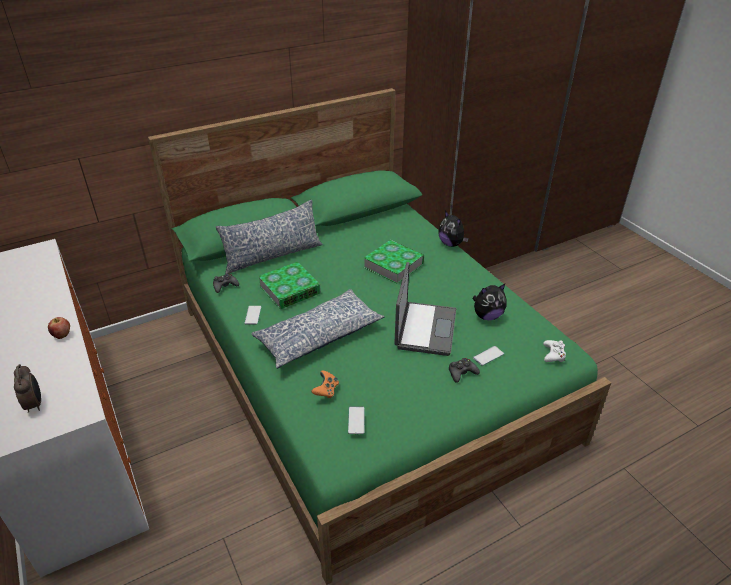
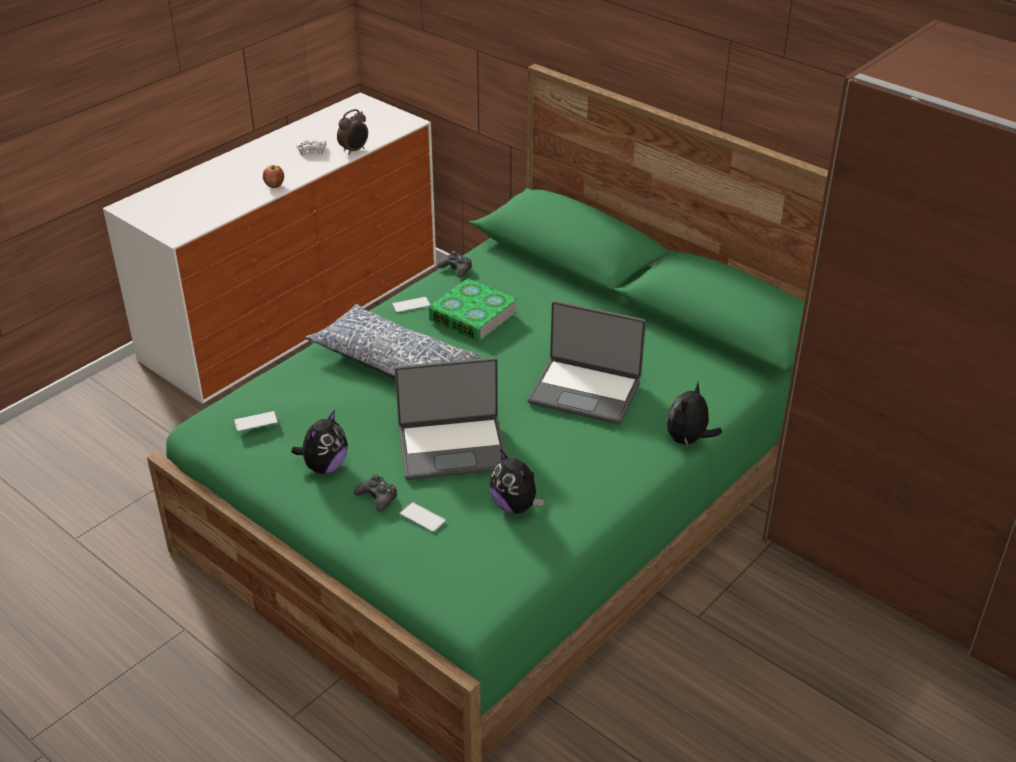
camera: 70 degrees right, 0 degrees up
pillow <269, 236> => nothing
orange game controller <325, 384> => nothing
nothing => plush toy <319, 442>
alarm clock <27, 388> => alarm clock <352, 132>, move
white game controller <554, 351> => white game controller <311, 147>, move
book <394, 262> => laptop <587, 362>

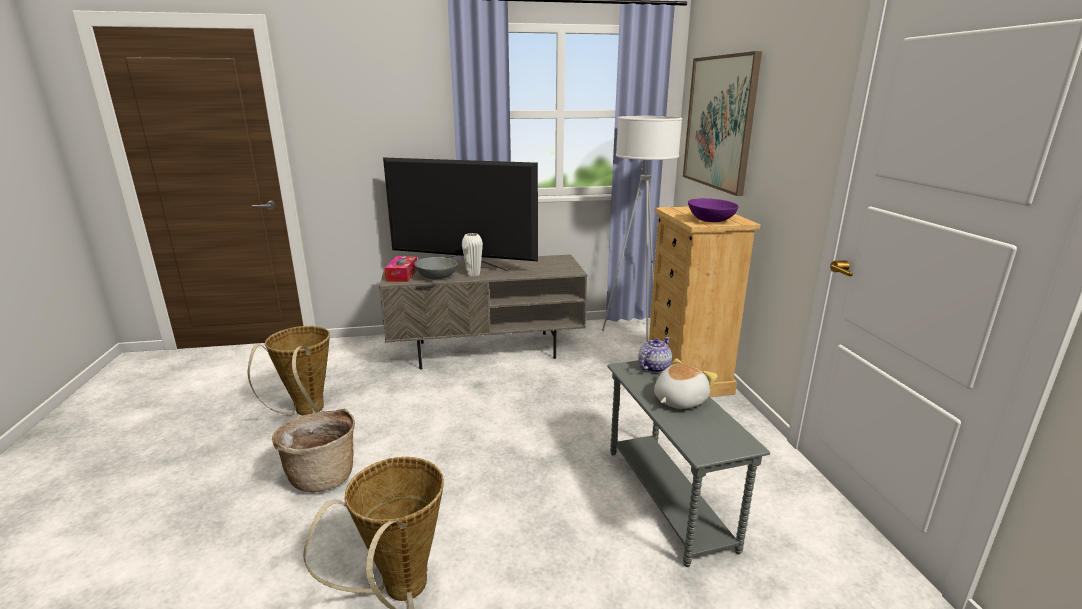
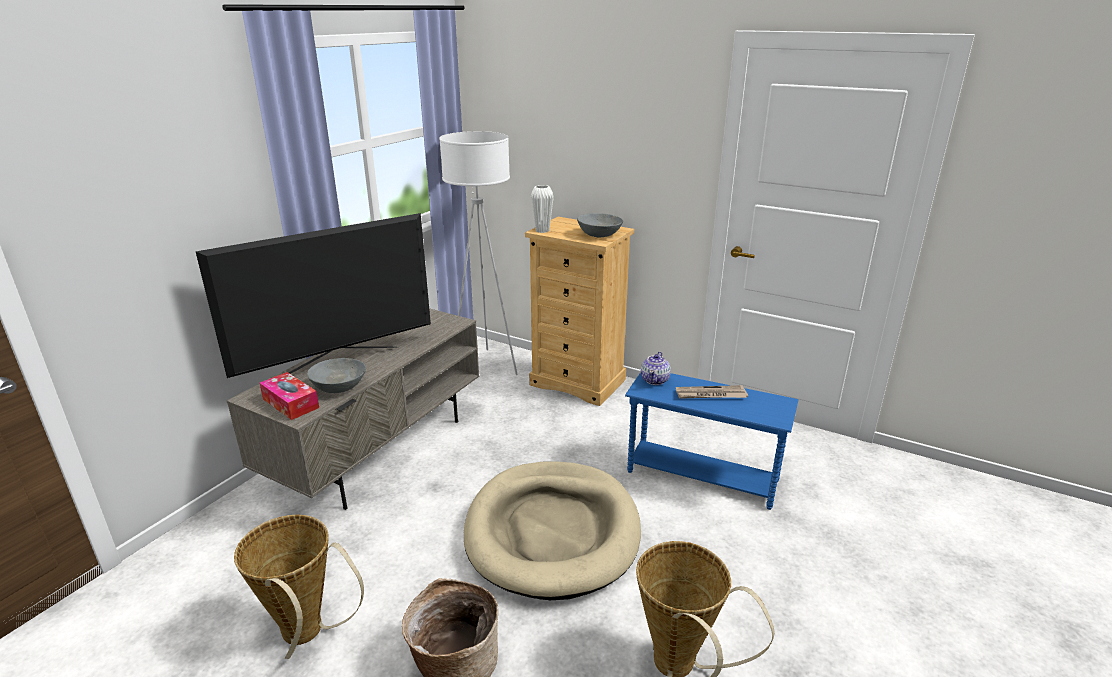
camera: 50 degrees left, 5 degrees up
picture <722, 123> => nothing
nothing => beige dog bed <552, 531>
white vase <472, 255> => white vase <542, 209>, move
plush toy <685, 383> => newspaper <712, 392>
grey side table <688, 463> => blue side table <711, 441>
purple bowl <713, 210> => grey bowl <600, 225>
teapot <655, 355> => teapot <656, 368>, 150 degrees counterclockwise

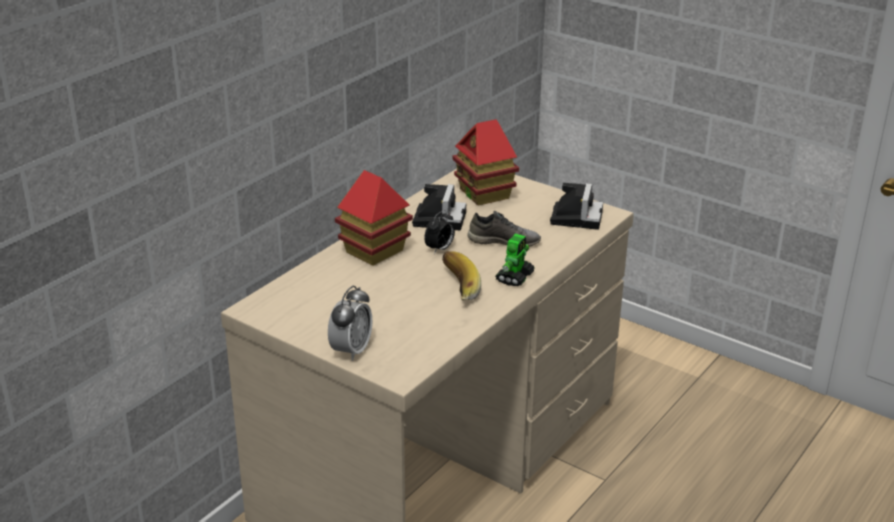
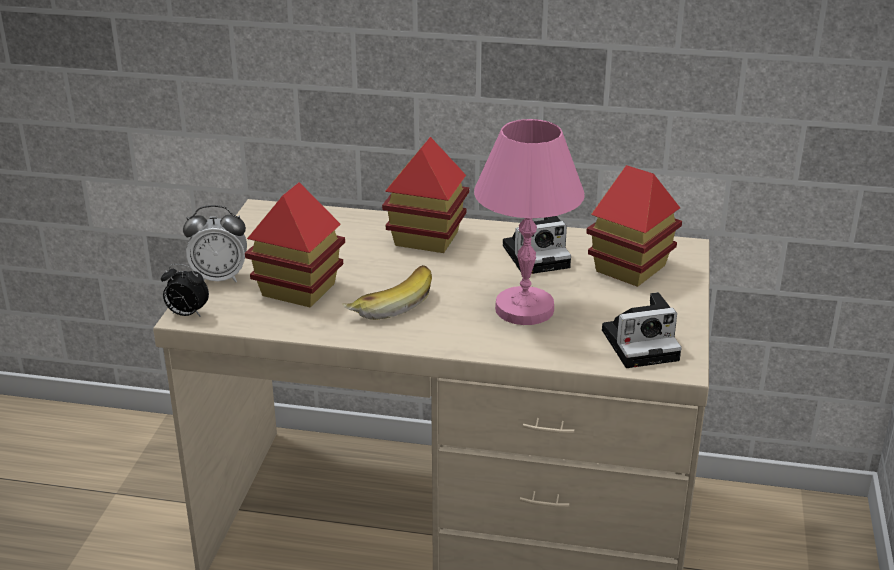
camera: 65 degrees right, 0 degrees up
toy robot <515, 260> => nothing
nothing => toy house <295, 244>
alarm clock <439, 232> => alarm clock <185, 290>, move
grey shoe <504, 229> => pink table lamp <529, 222>

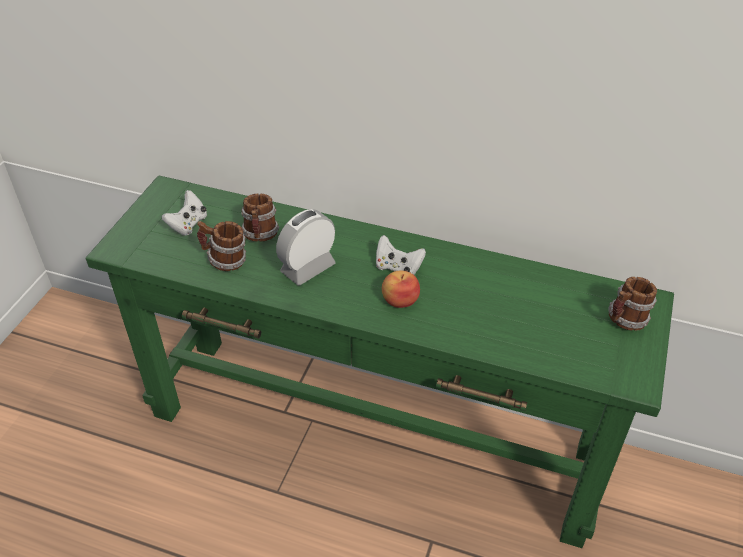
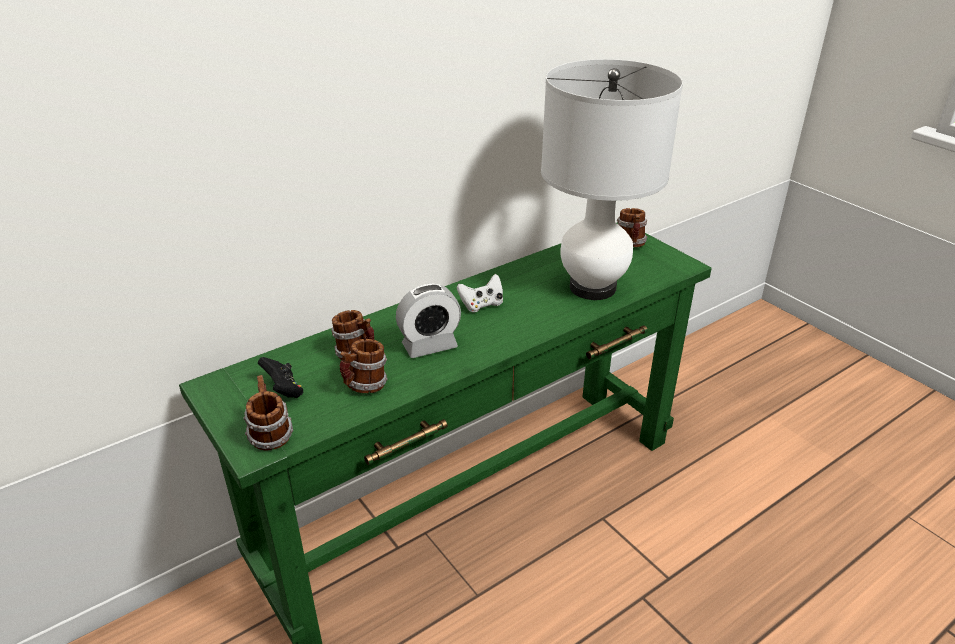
camera: 55 degrees left, 10 degrees down
apple <401, 289> => nothing
nothing => mug <268, 413>
nothing => white table lamp <612, 179>
white game controller <184, 213> => black game controller <280, 377>
alarm clock <306, 247> => alarm clock <428, 320>, 105 degrees counterclockwise

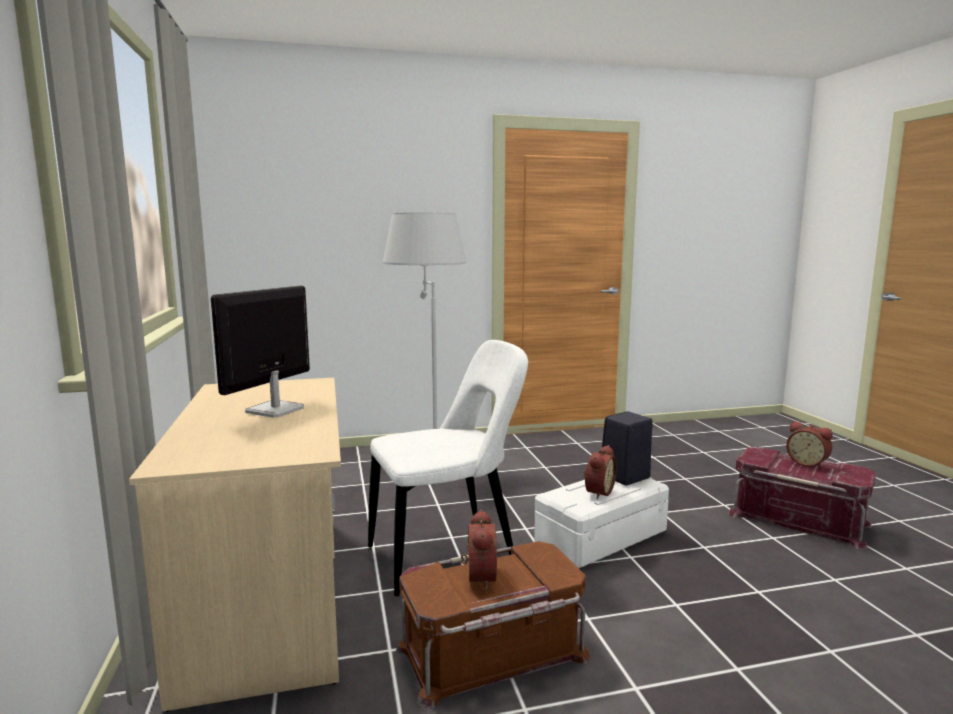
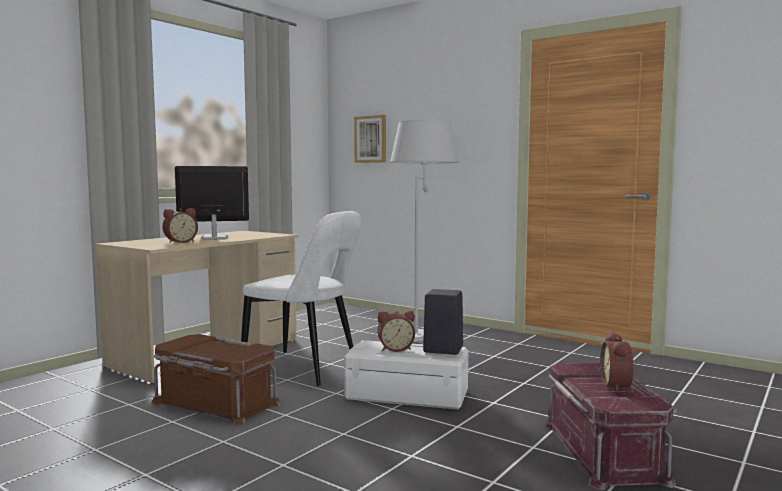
camera: 50 degrees right, 5 degrees down
nothing => picture <370, 139>
alarm clock <479, 550> => alarm clock <180, 225>, move

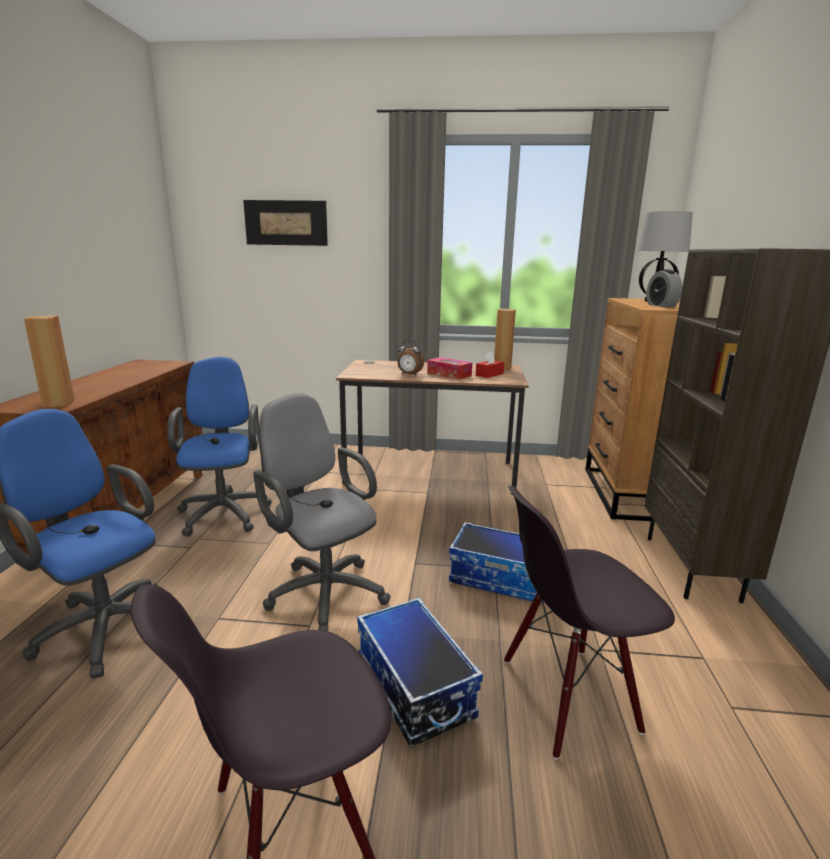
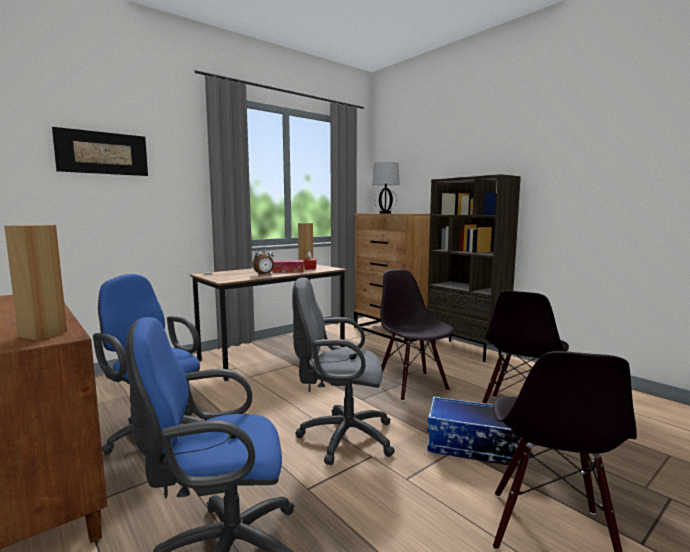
camera: 45 degrees left, 10 degrees down
alarm clock <664, 288> => nothing
storage box <495, 562> => black chair <417, 335>

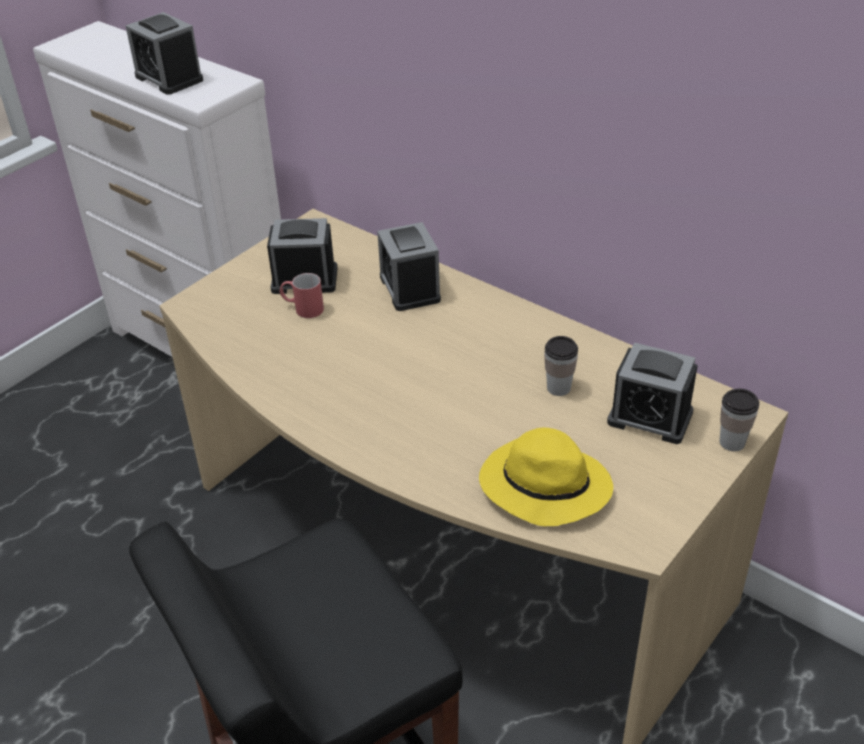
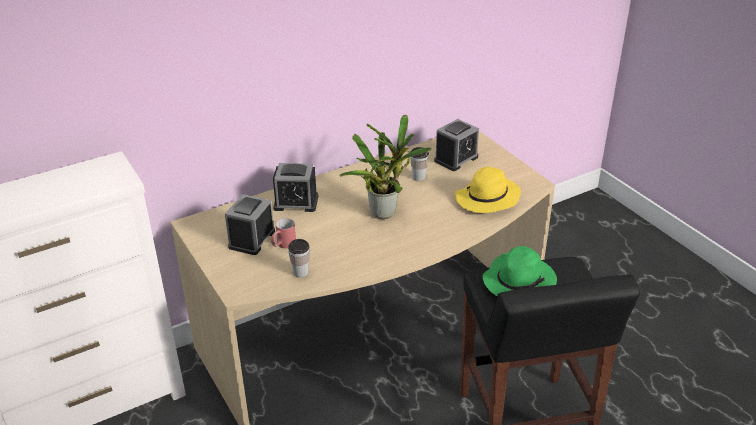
camera: 70 degrees left, 5 degrees down
alarm clock <164, 53> => nothing
nothing => potted plant <385, 167>
nothing => green hat <519, 271>
cup <739, 420> => cup <299, 258>, move

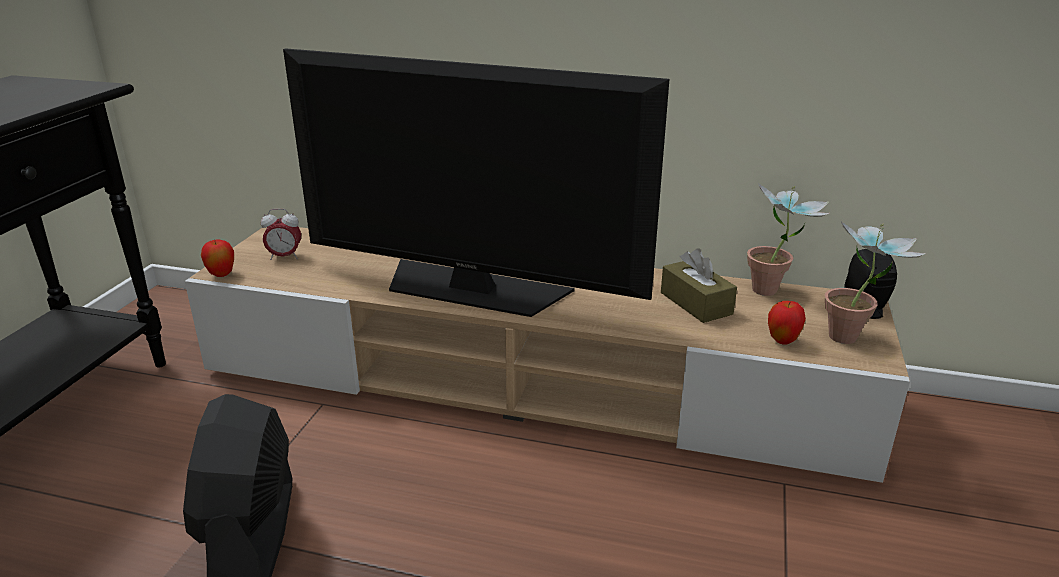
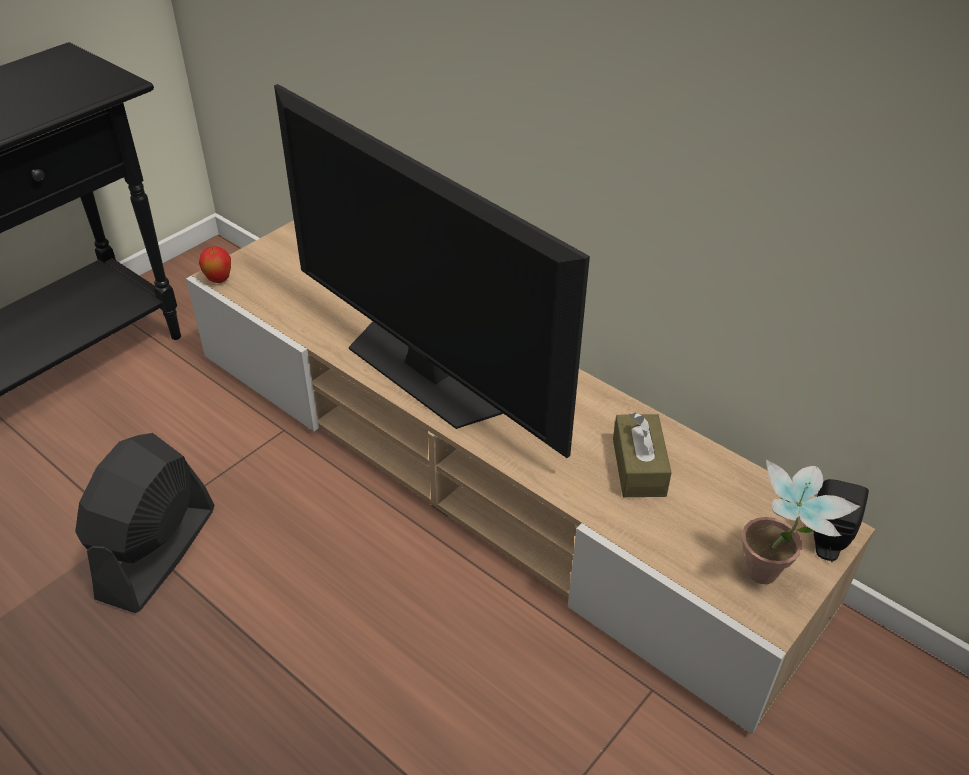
camera: 25 degrees right, 15 degrees up
alarm clock <281, 234> => nothing
potted plant <788, 239> => nothing
apple <787, 323> => nothing

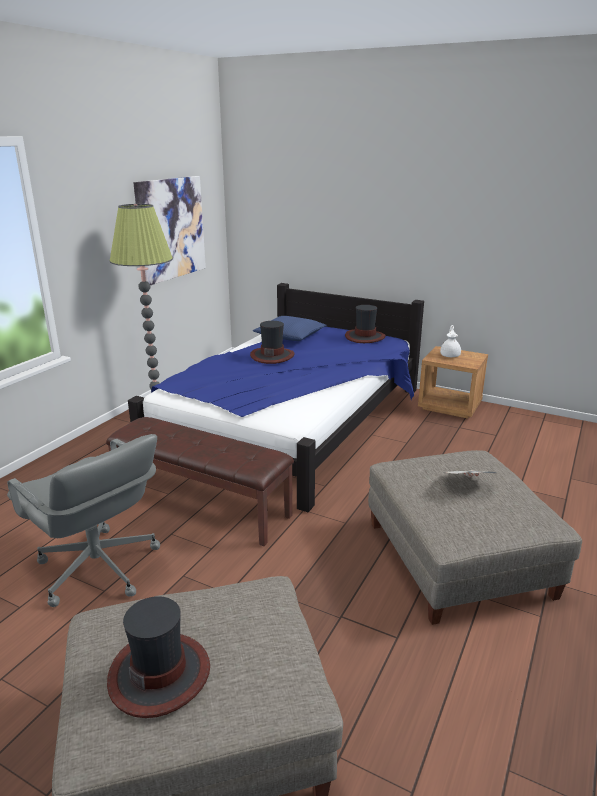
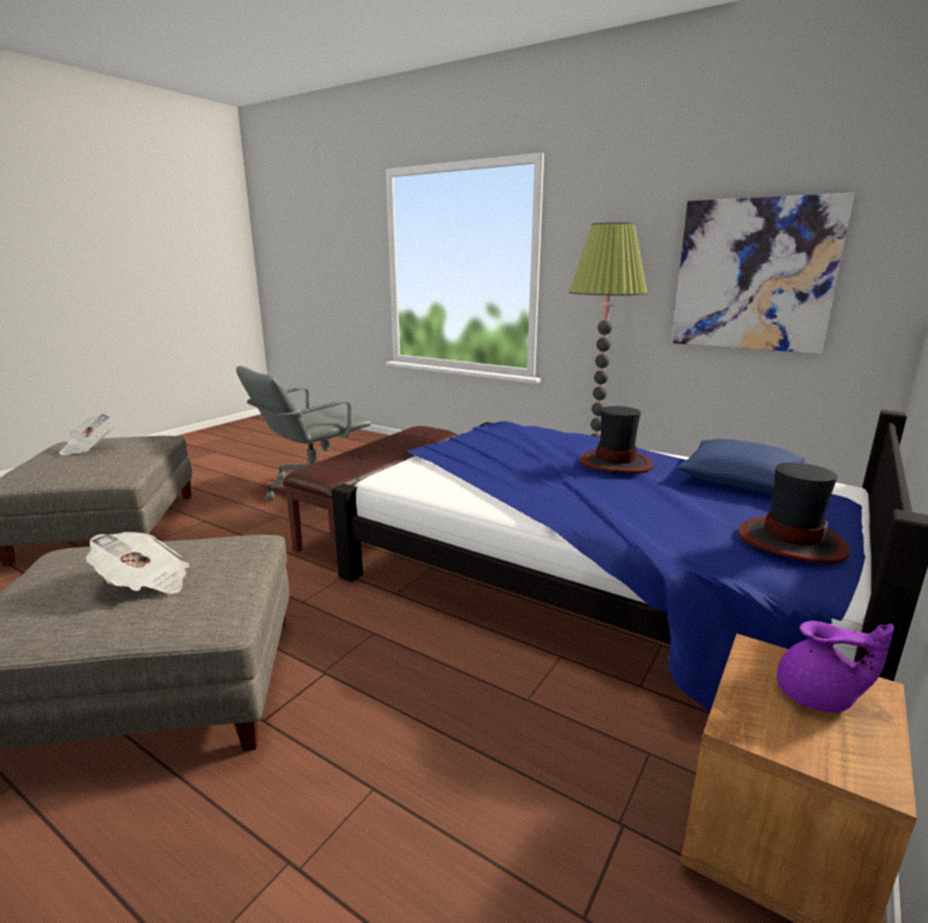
camera: 95 degrees right, 5 degrees down
hat <158, 657> => newspaper <87, 434>
white teapot <450, 341> => purple teapot <835, 666>

